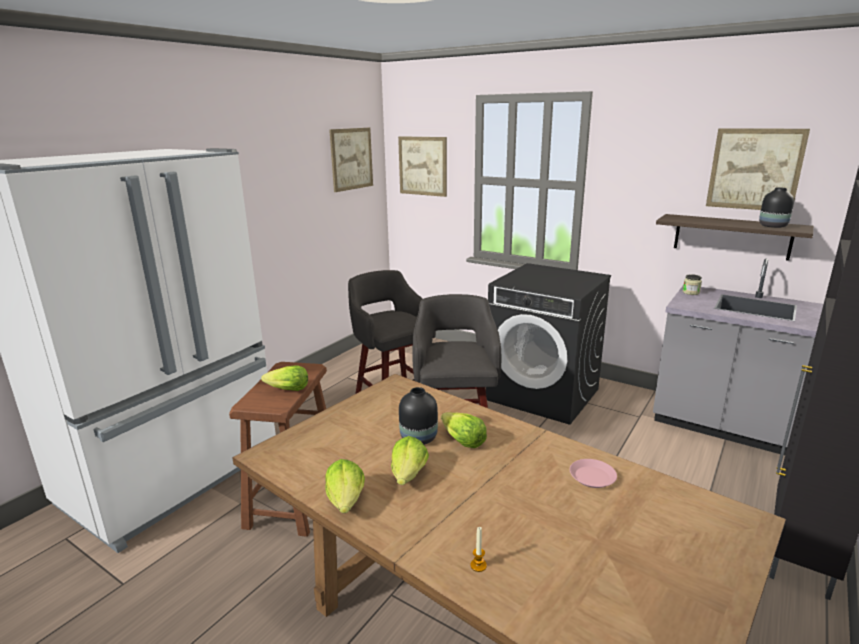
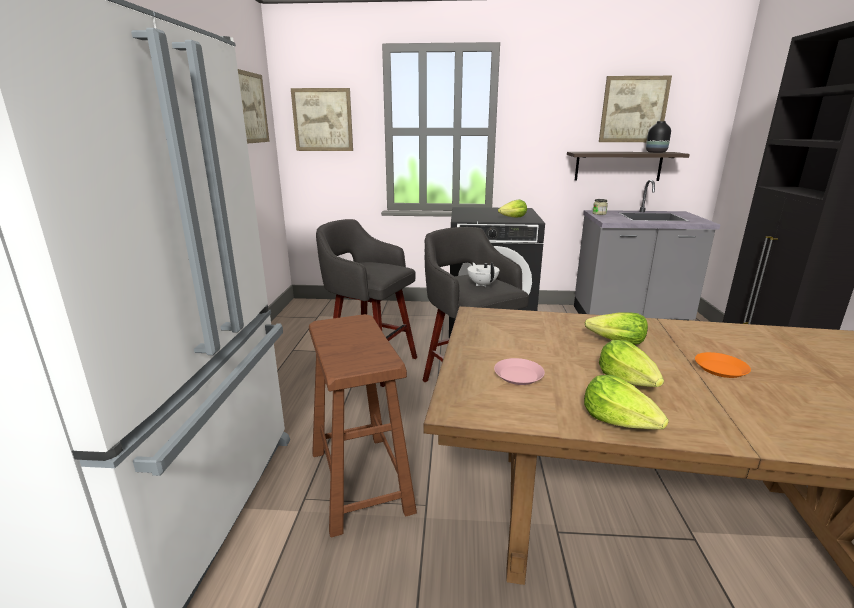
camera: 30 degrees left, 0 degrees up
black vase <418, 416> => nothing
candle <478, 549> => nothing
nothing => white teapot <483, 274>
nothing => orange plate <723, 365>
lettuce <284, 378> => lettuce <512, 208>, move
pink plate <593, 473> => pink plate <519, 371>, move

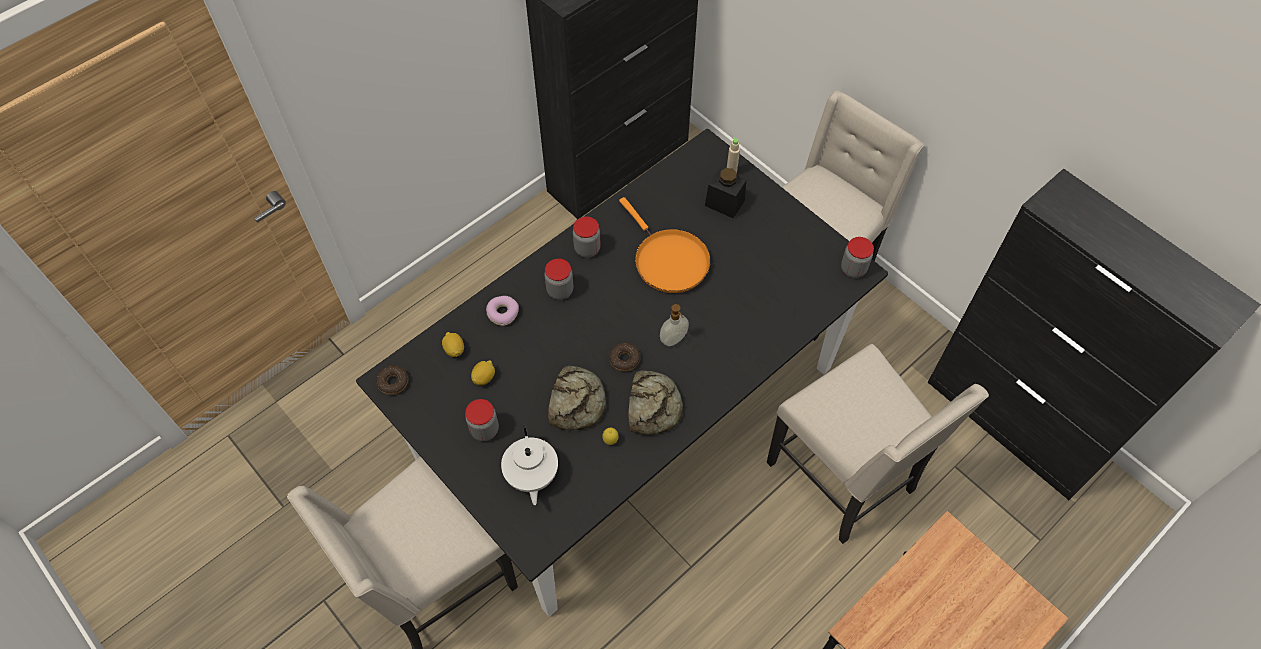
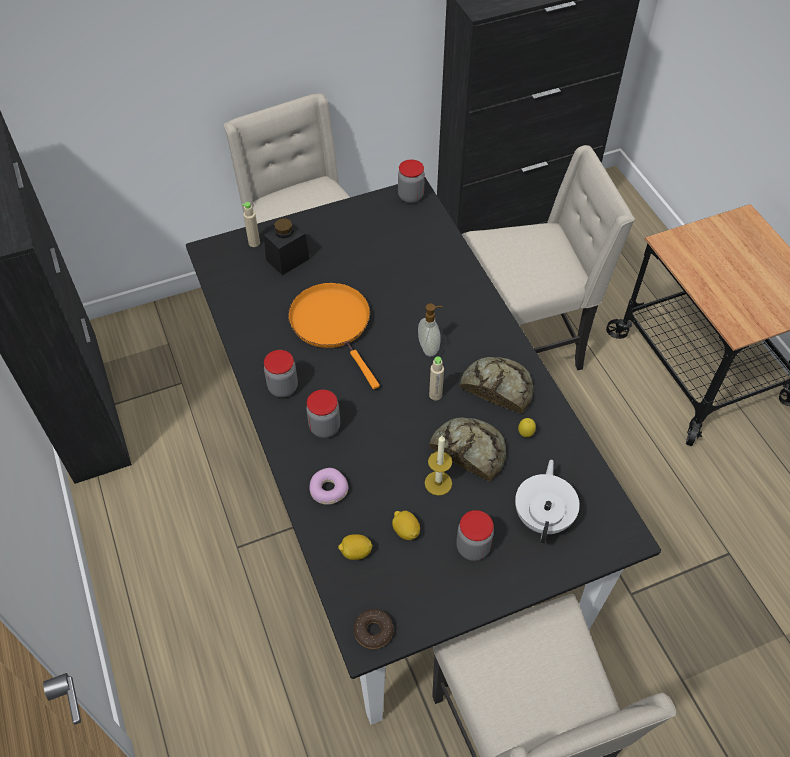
camera: 70 degrees left, 5 degrees down
nothing => candle <438, 466>
donut <624, 357> => beige bottle <436, 378>
white teapot <529, 464> => white teapot <547, 501>, 90 degrees counterclockwise
orange frying pan <665, 245> => orange frying pan <334, 335>, 105 degrees counterclockwise

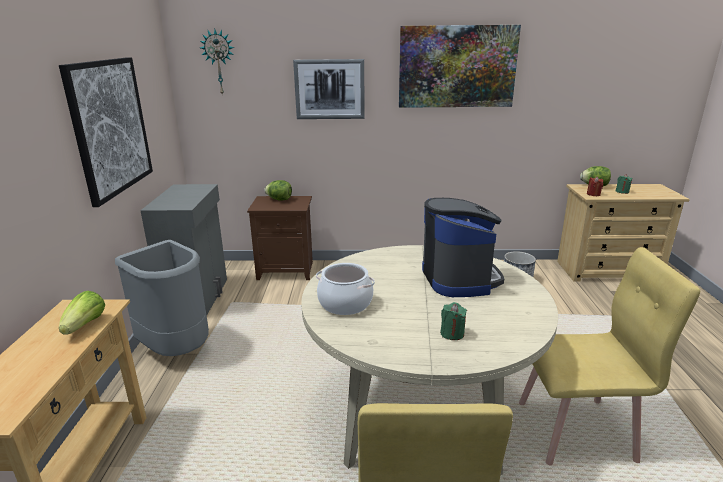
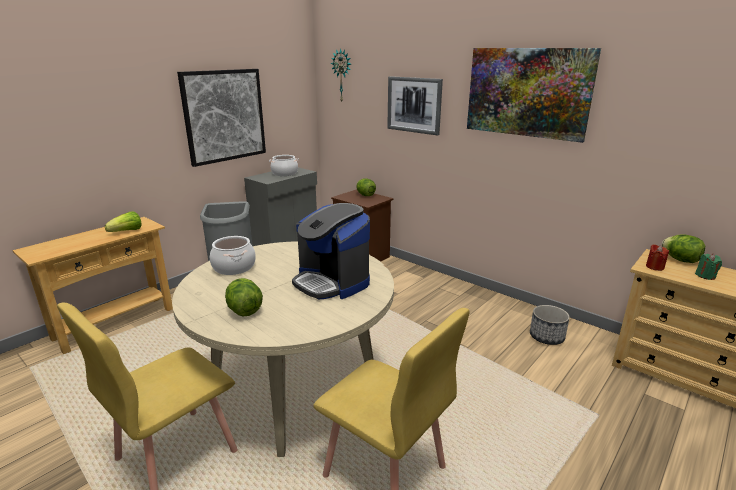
camera: 40 degrees right, 0 degrees up
nothing => cooking pot <284, 165>
green candle <453, 321> => lettuce <244, 297>
coffee machine <463, 247> => coffee machine <331, 251>, 105 degrees clockwise

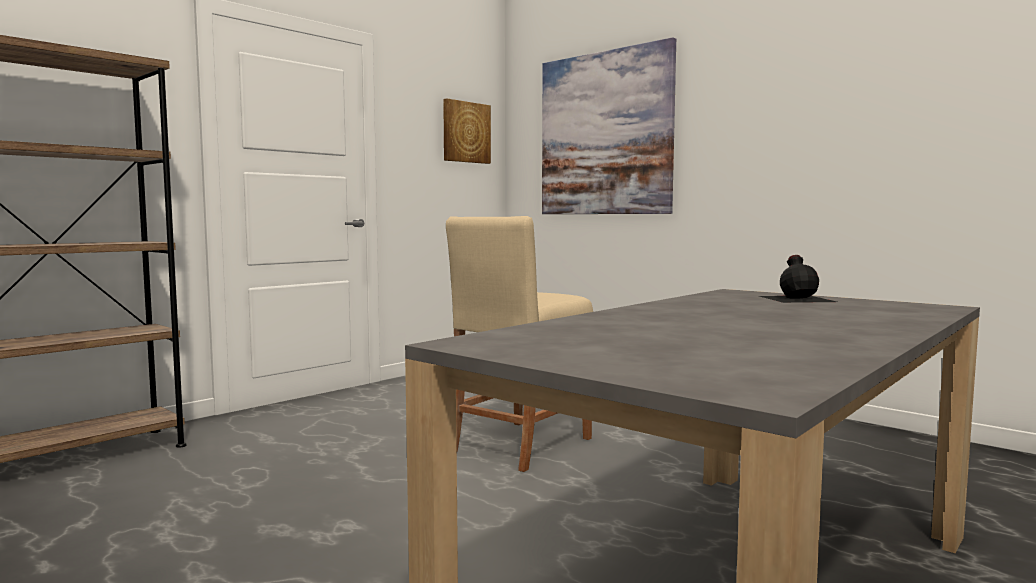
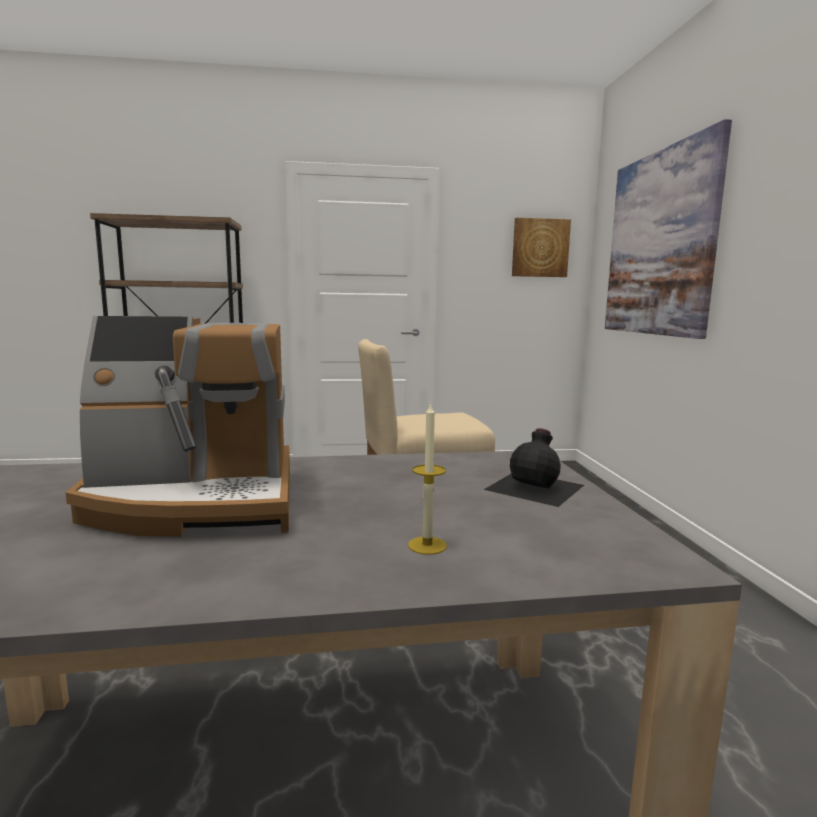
camera: 40 degrees right, 5 degrees up
nothing => coffee machine <177, 426>
nothing => candle <427, 478>

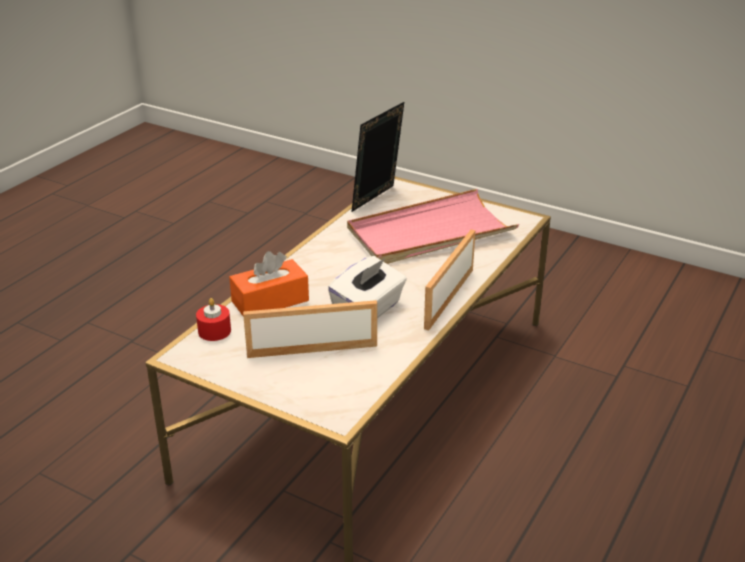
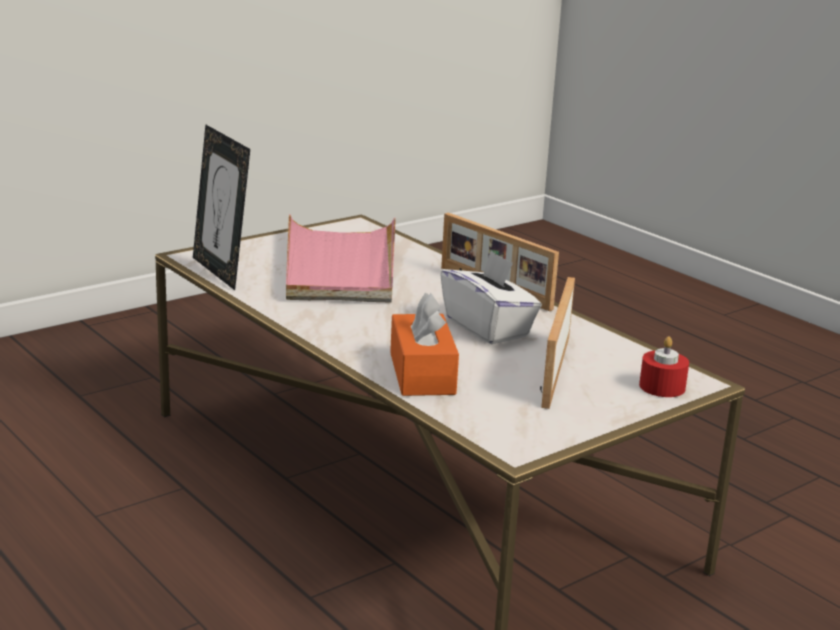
camera: 70 degrees left, 10 degrees down
red candle <213, 319> => red candle <664, 367>, move

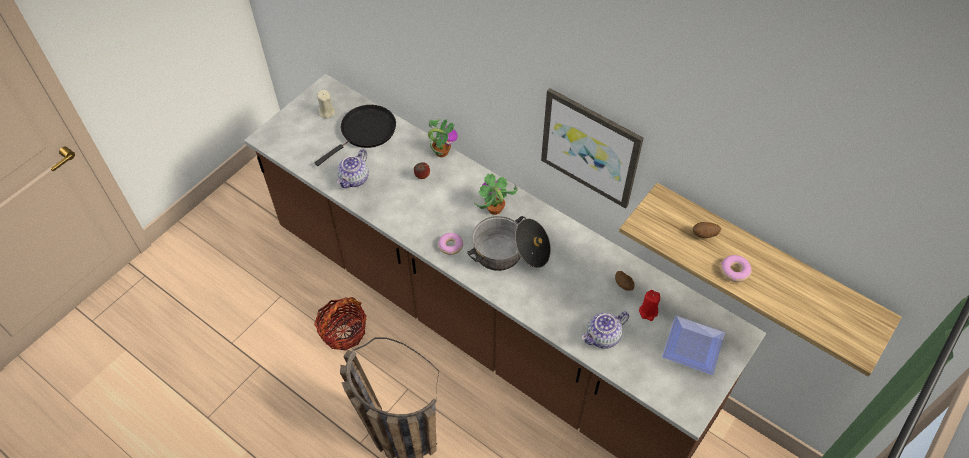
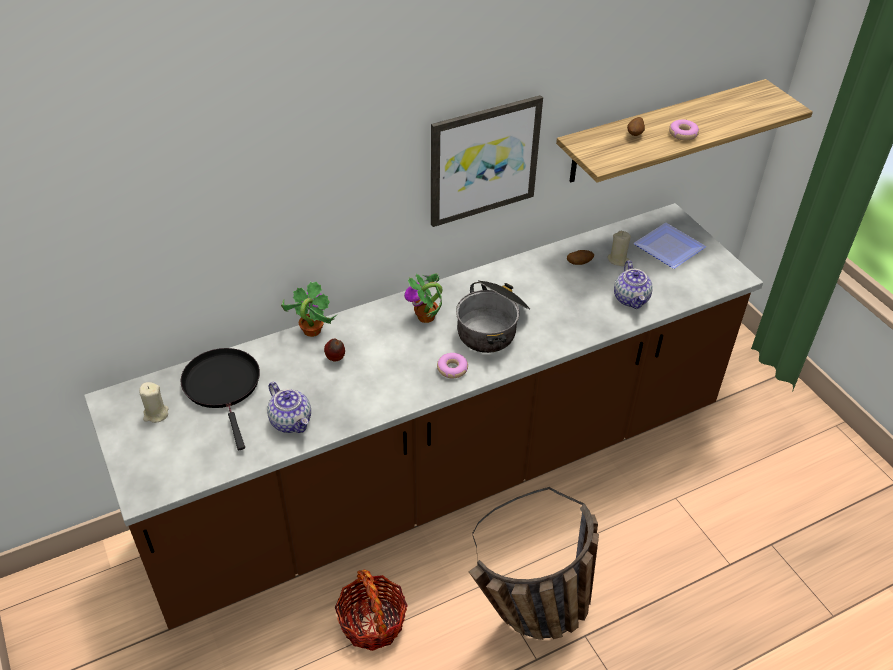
camera: 65 degrees left, 10 degrees down
red candle <649, 305> => beige candle <619, 248>

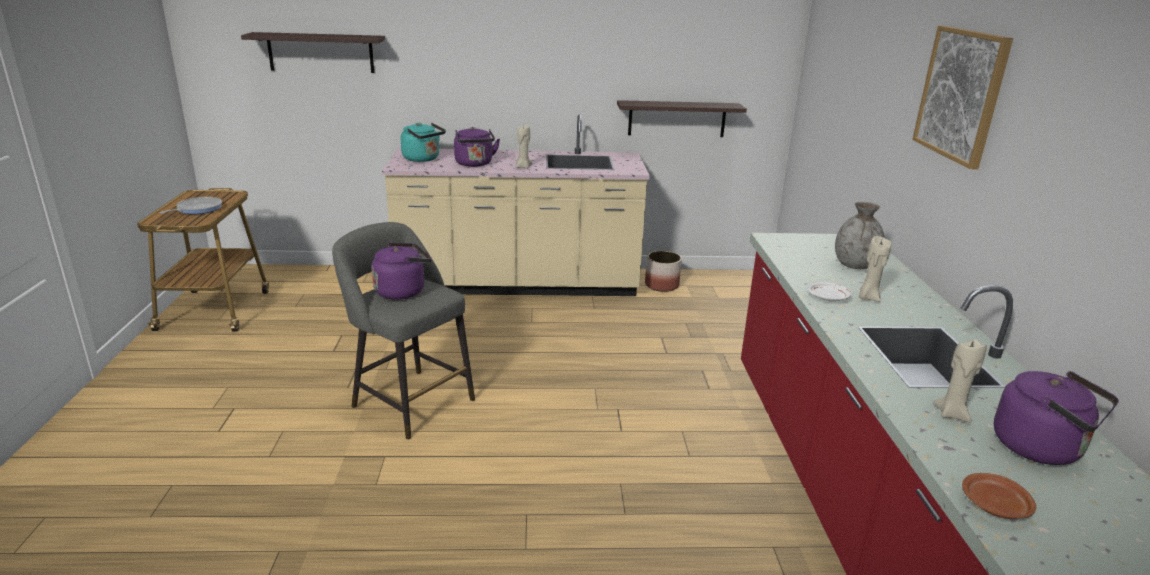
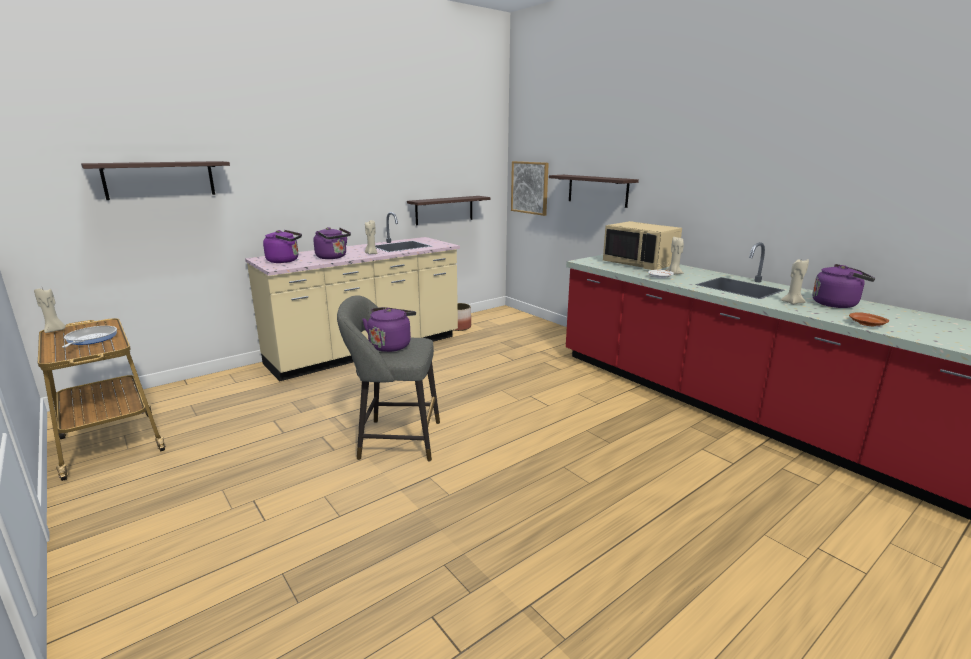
camera: 35 degrees left, 5 degrees down
nothing => beige candle <50, 310>
nothing => shelf <594, 191>
picture <962, 97> => picture <530, 188>, move
grey vase <859, 235> => beige microwave <642, 245>
turquoise kettle <423, 142> => purple kettle <282, 246>

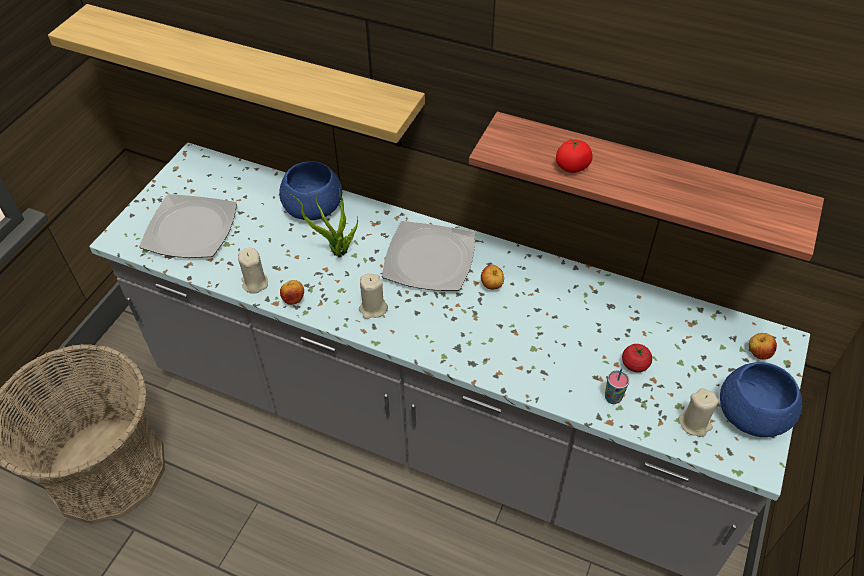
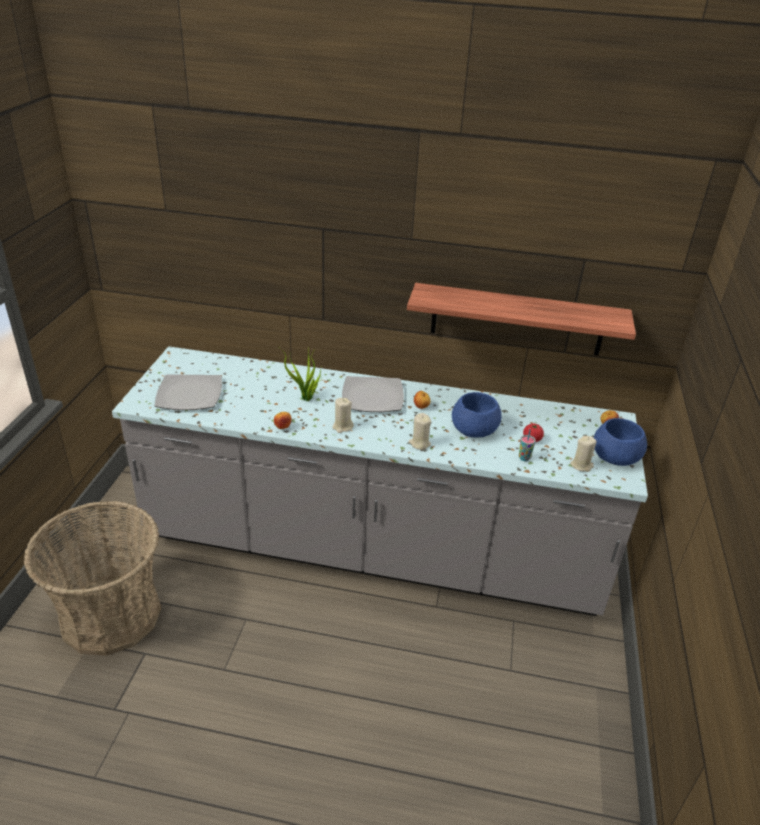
camera: 15 degrees left, 15 degrees down
shelf <236, 75> => nothing
tomato <574, 155> => nothing
beige candle <253, 271> => beige candle <420, 431>, move
blue bowl <310, 190> => blue bowl <476, 414>, move

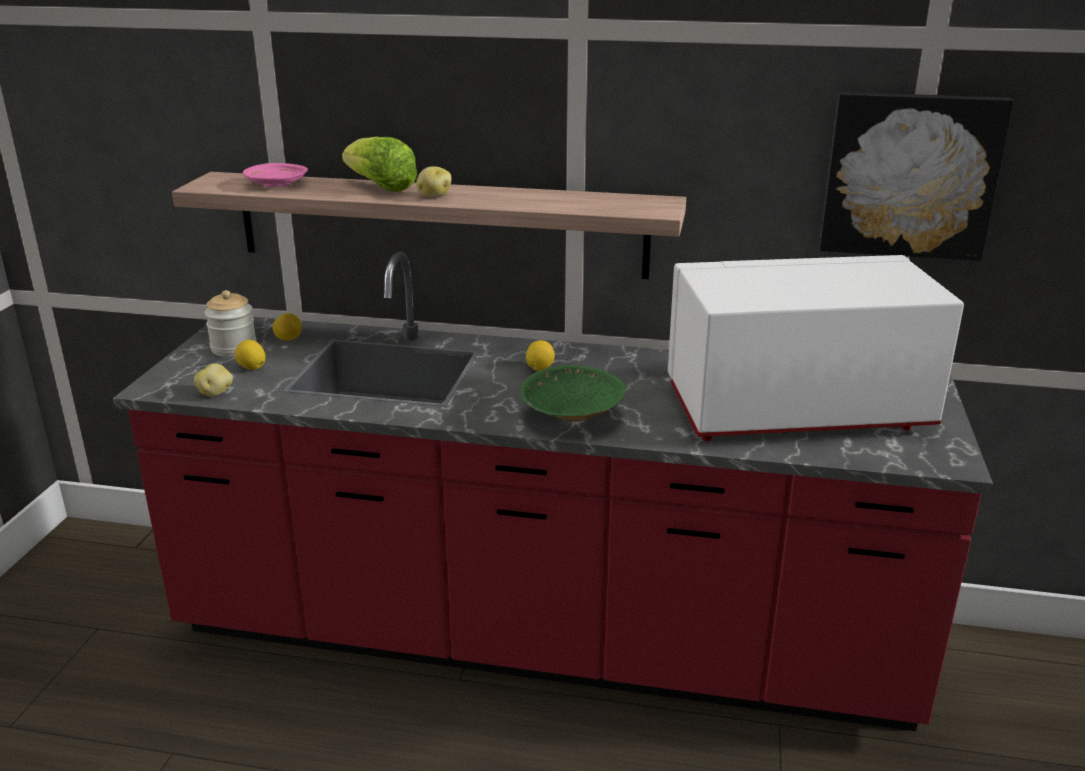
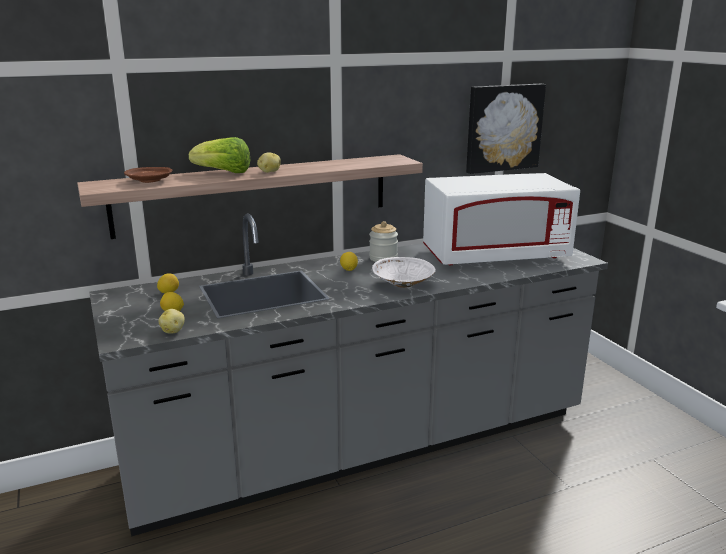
camera: 35 degrees left, 5 degrees down
jar <231, 323> => jar <383, 241>, move
red counter <553, 491> => grey counter <348, 375>
pink plate <275, 175> => brown plate <148, 175>
green bowl <573, 393> => white bowl <404, 272>
white microwave <816, 348> => white microwave <501, 219>, 150 degrees counterclockwise

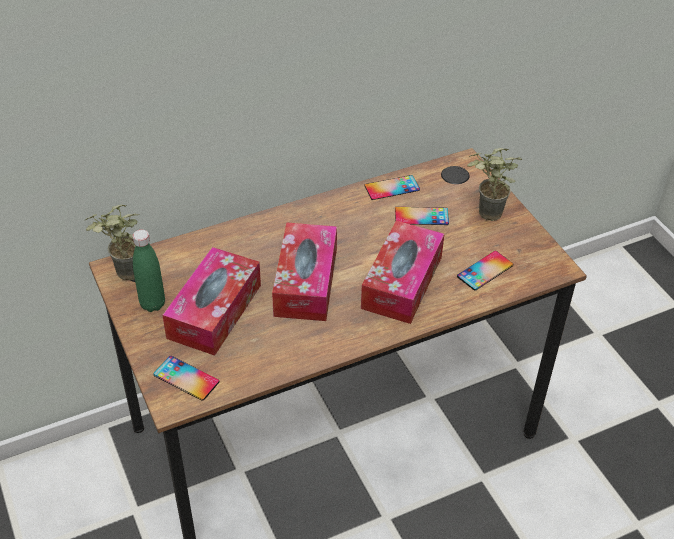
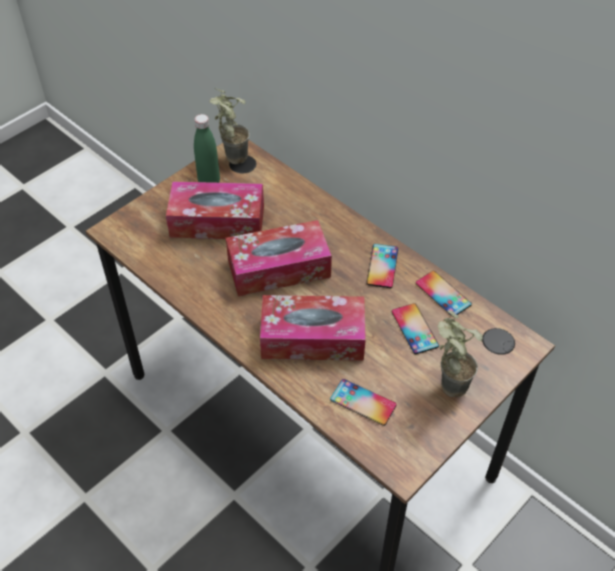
camera: 70 degrees right, 5 degrees up
phone <186, 378> => phone <382, 266>, move

